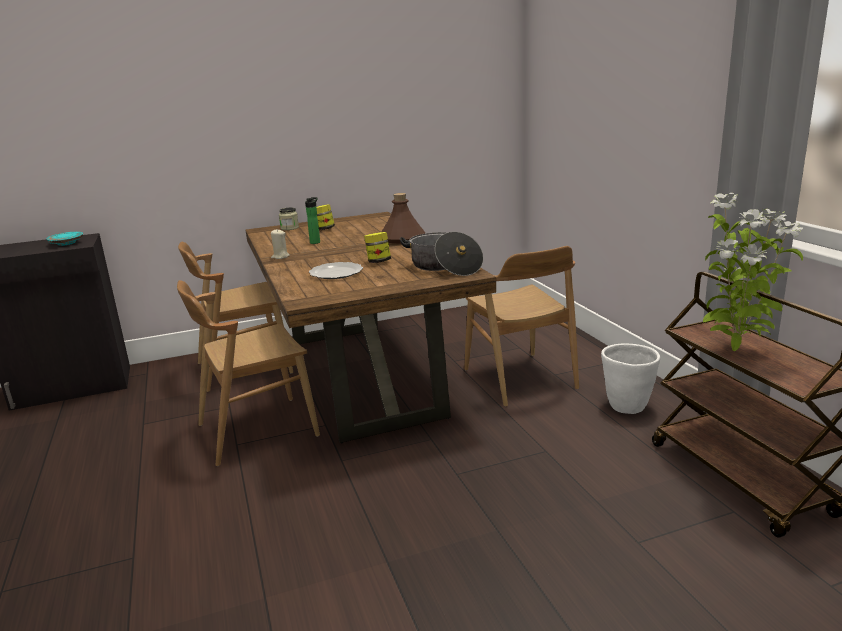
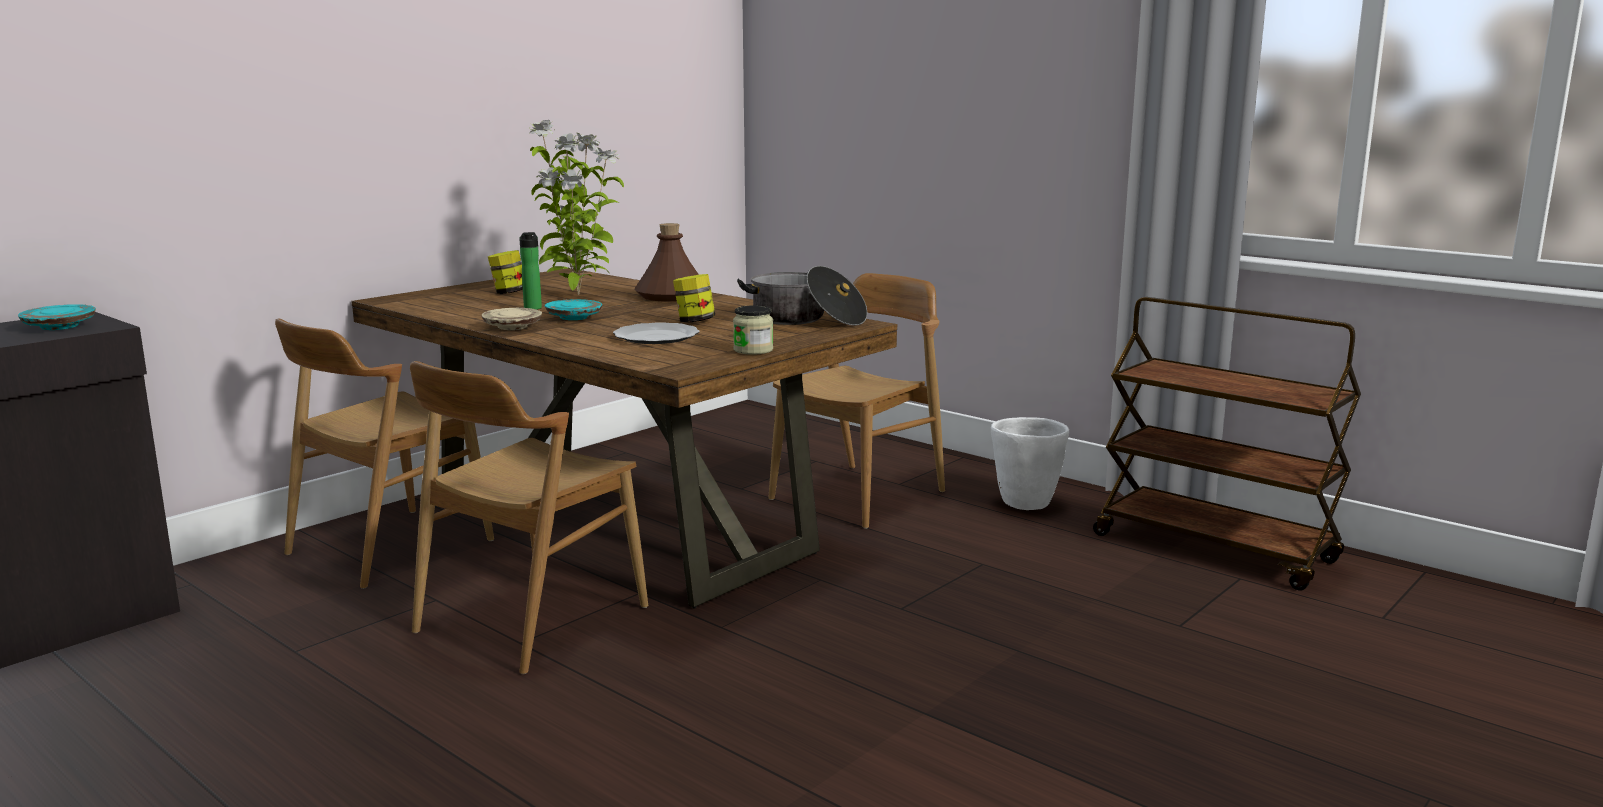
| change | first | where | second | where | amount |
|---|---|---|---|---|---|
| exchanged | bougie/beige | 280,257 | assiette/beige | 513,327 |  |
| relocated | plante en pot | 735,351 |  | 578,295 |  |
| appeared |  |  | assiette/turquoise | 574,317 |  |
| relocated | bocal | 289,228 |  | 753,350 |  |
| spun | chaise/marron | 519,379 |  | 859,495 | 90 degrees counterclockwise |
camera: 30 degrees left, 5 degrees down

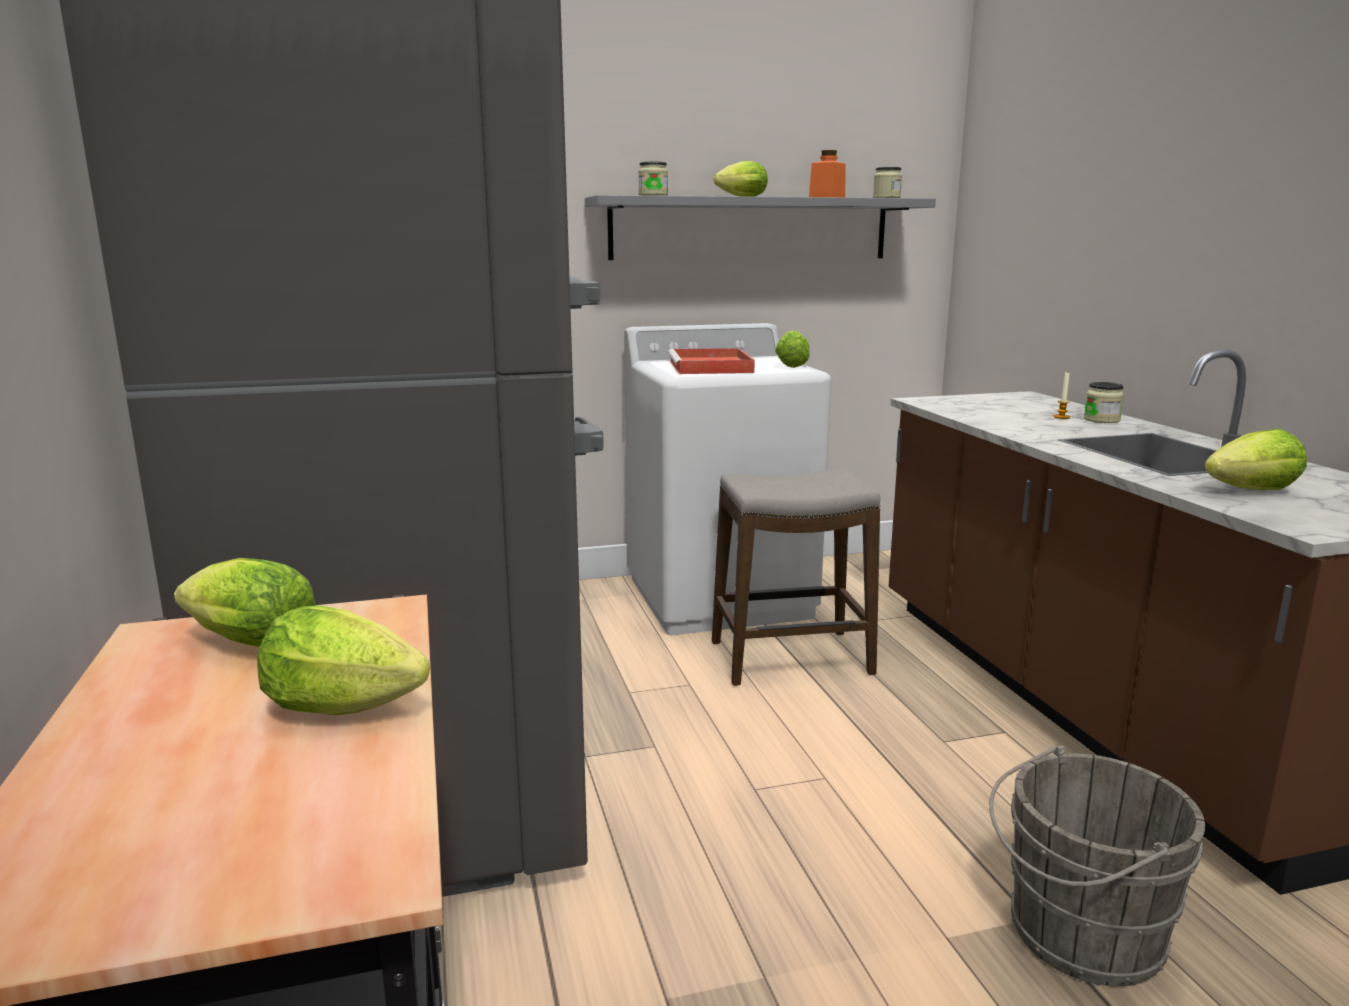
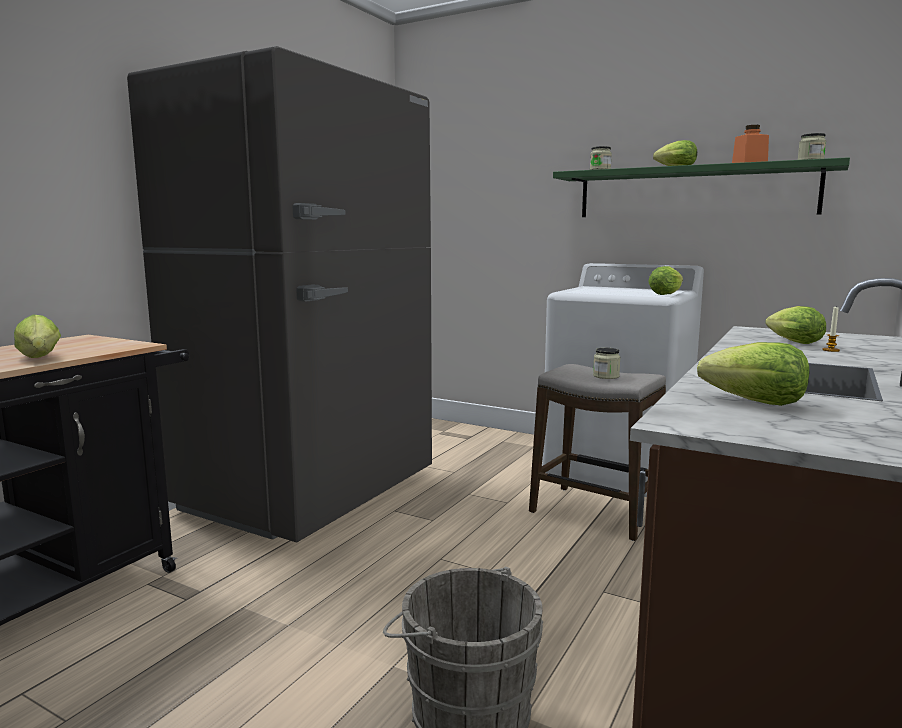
| change | first | where | second | where | amount |
|---|---|---|---|---|---|
| colour | étagère/gris | 751,229 | étagère/vert | 693,192 |  |
| relocated | bocal | 1101,420 |  | 606,376 |  |
| relocated | laitue | 245,643 |  | 791,342 |  |
| missing | plateau/rouge | 711,367 |  |  |  |
camera: 45 degrees right, 5 degrees down

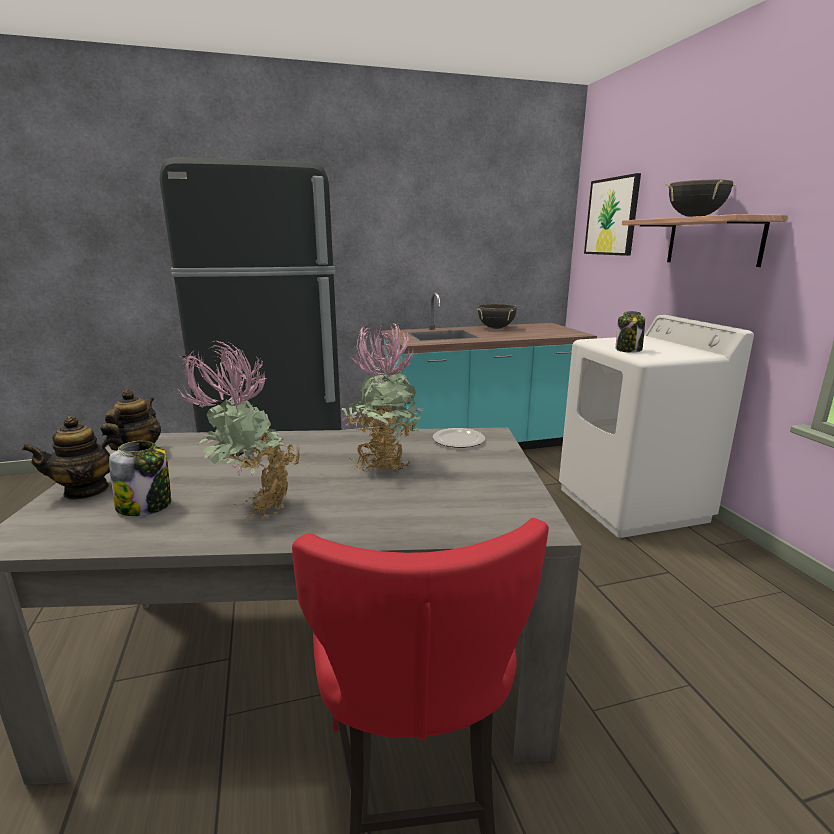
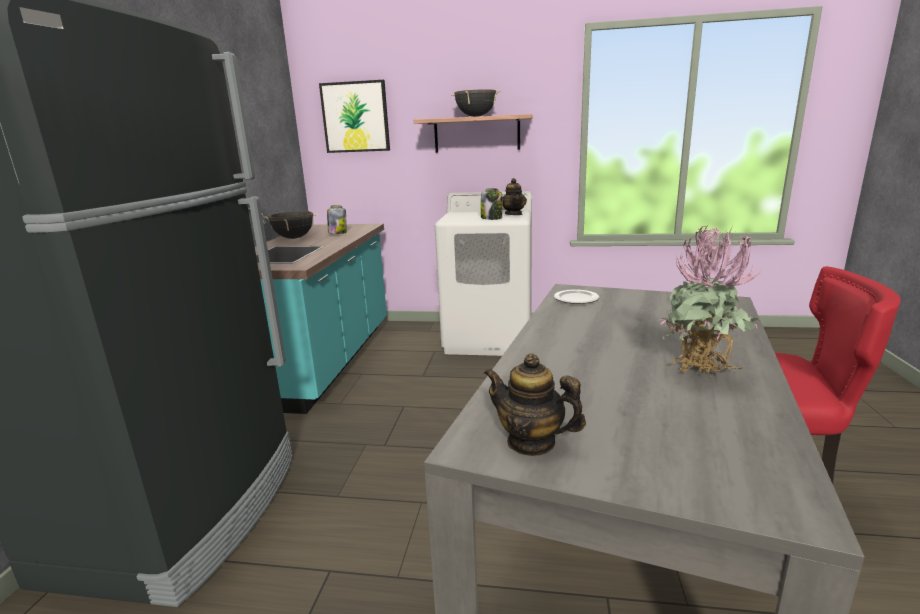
| change | first | where | second | where | amount |
|---|---|---|---|---|---|
| relocated | bocal | 146,506 |  | 337,233 |  |
| relocated | théière | 87,490 |  | 513,214 |  |
| missing | plante en pot | 383,463 |  |  |  |
camera: 65 degrees left, 0 degrees up

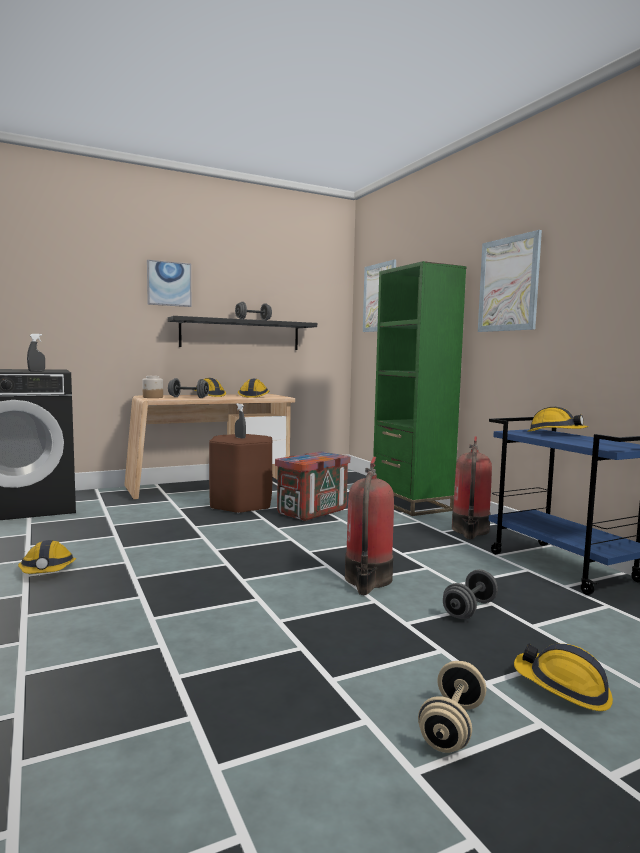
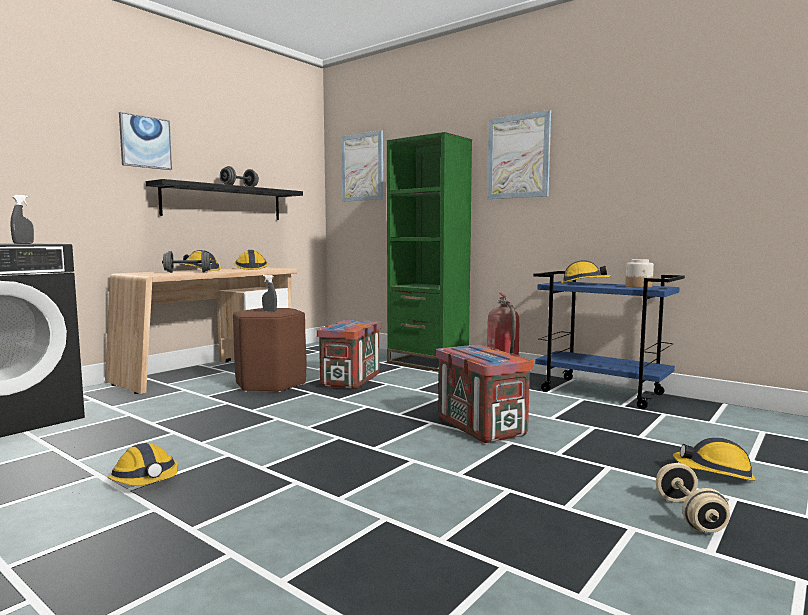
| change | first | where | second | where | amount |
|---|---|---|---|---|---|
| exchanged | extincteur | 368,580 | caisse | 481,427 |  |
| relocated | bocal | 153,397 |  | 639,286 |  |
| missing | haltère/gris | 469,609 |  |  |  |
camera: 25 degrees left, 0 degrees up

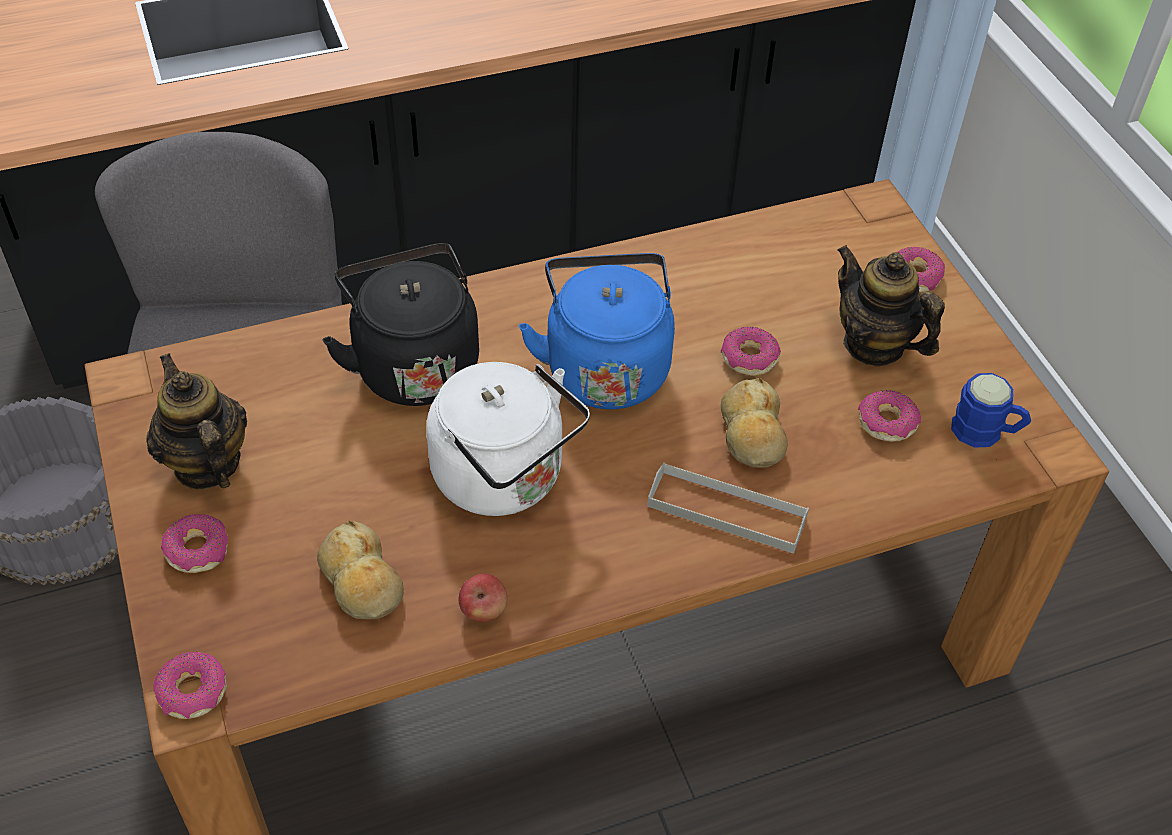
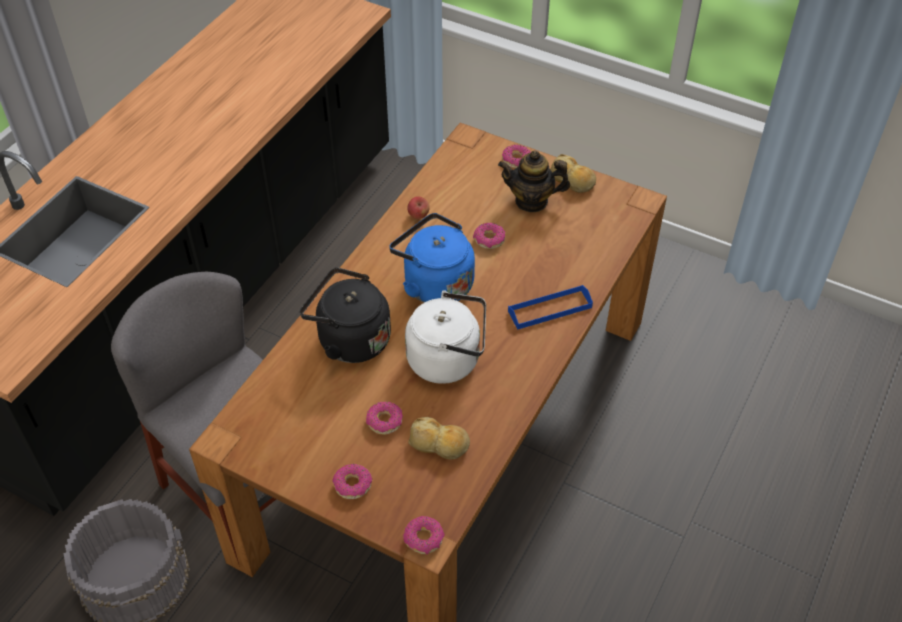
| change | first | where | second | where | amount |
|---|---|---|---|---|---|
| relocated | beignet | 887,422 |  | 384,421 |  |
| relocated | pomme | 483,610 |  | 418,215 |  |
| colour | plateau/gris | 726,511 | plateau/bleu | 550,309 |  |
| relocated | pain | 752,434 |  | 572,180 |  |
| missing | théière | 206,464 |  |  |  |
| missing | mug/bleu | 985,432 |  |  |  |
camera: 40 degrees left, 0 degrees up

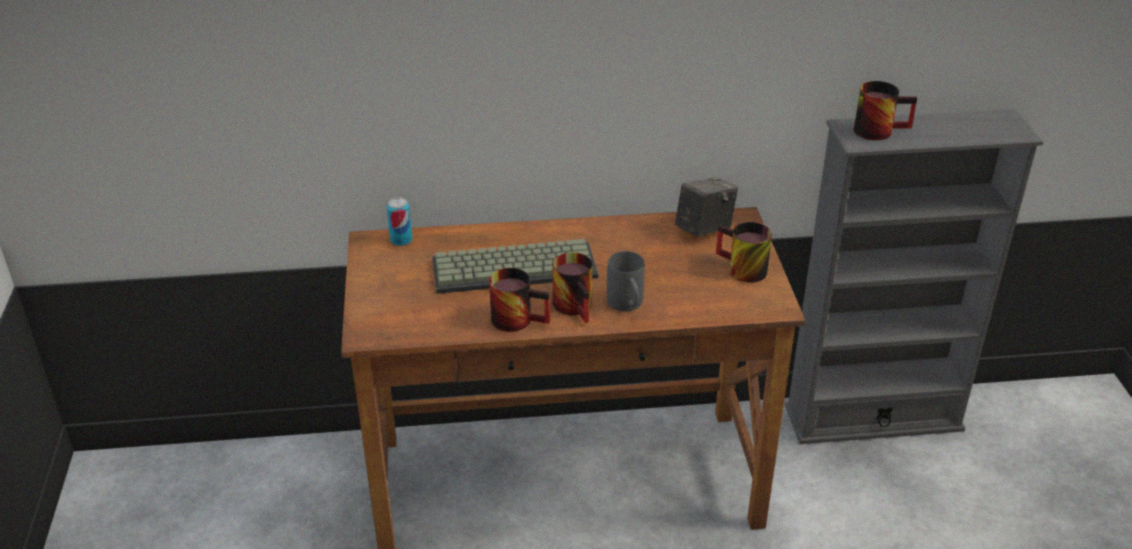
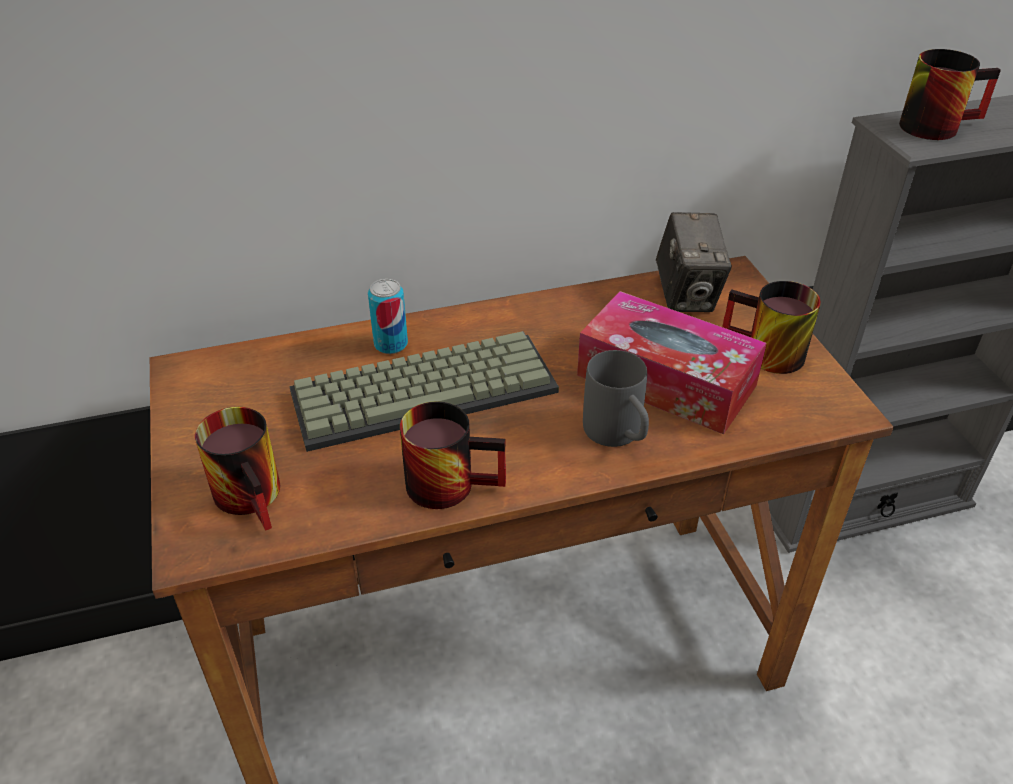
| change | first | where | second | where | amount |
|---|---|---|---|---|---|
| relocated | mug | 578,306 |  | 257,495 |  |
| relocated | boîte métallique | 401,240 |  | 391,344 |  |
| appeared |  |  | boîte à mouchoirs | 666,380 |  |
| spun | appareil photo | 704,229 |  | 687,296 | 135 degrees clockwise |
camera: 10 degrees left, 5 degrees up

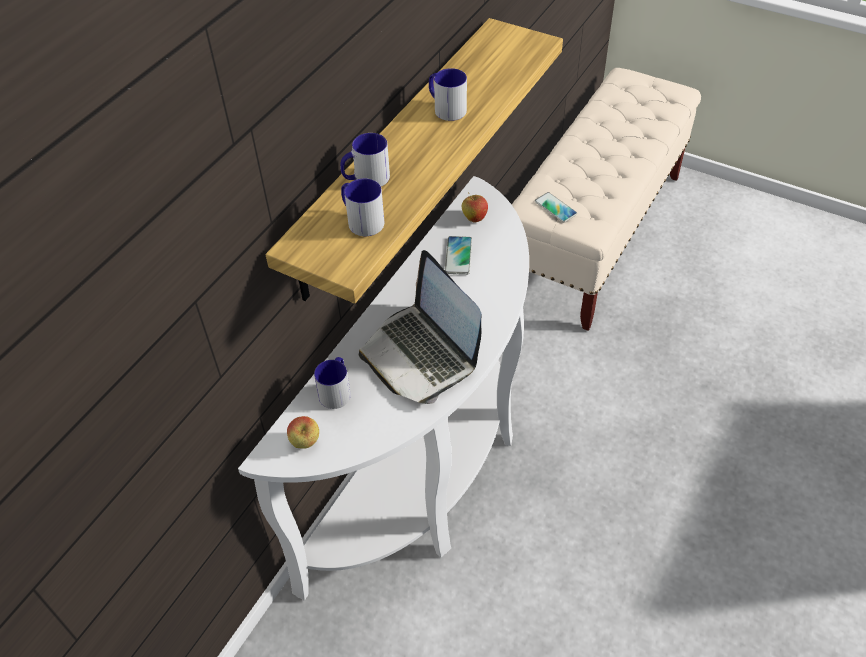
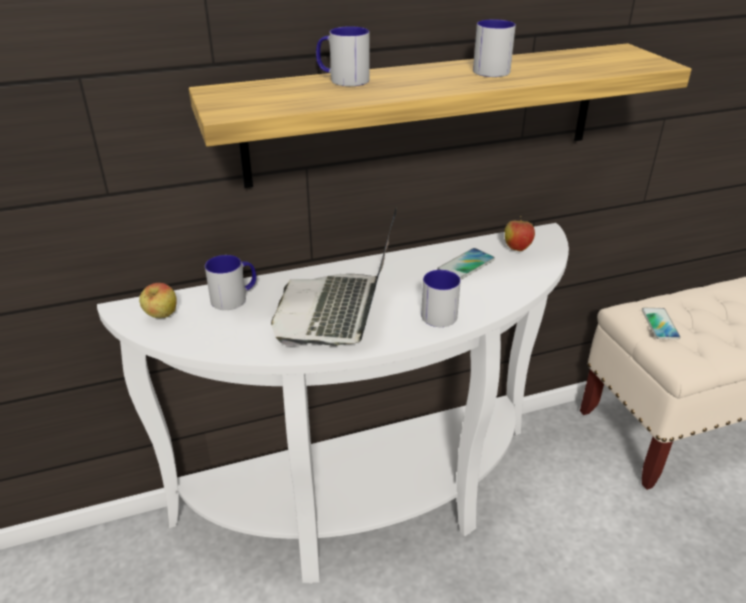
| change | first | where | second | where | amount |
|---|---|---|---|---|---|
| relocated | mug | 361,220 |  | 438,312 |  |
camera: 40 degrees right, 15 degrees down

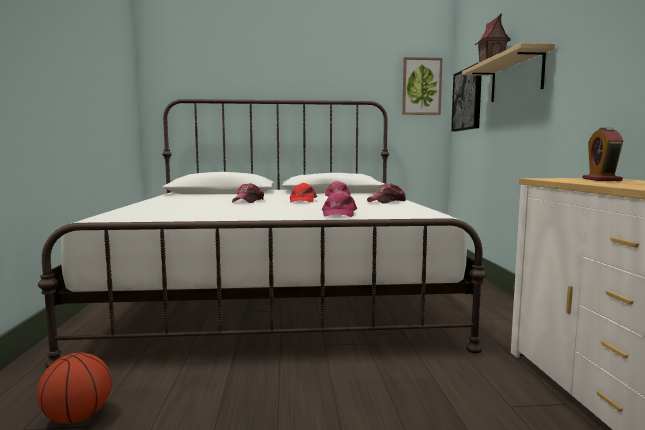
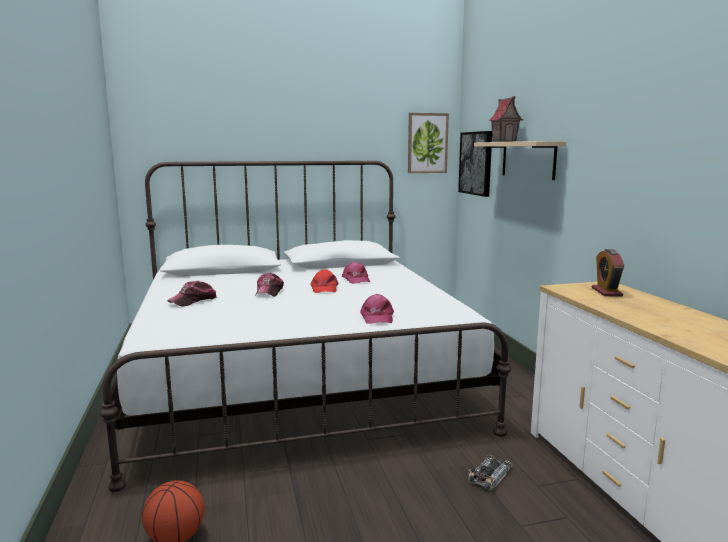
| change | first | where | second | where | amount |
|---|---|---|---|---|---|
| relocated | casquette | 387,201 |  | 193,301 |  |
| appeared |  |  | petite voiture | 491,475 |  |
camera: 10 degrees left, 5 degrees up

